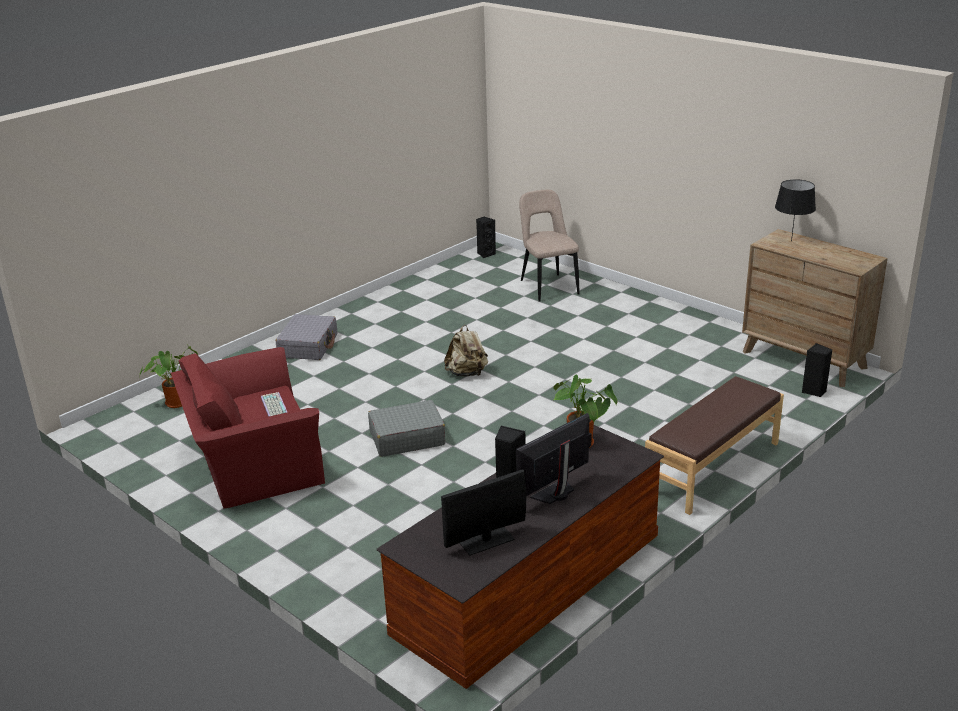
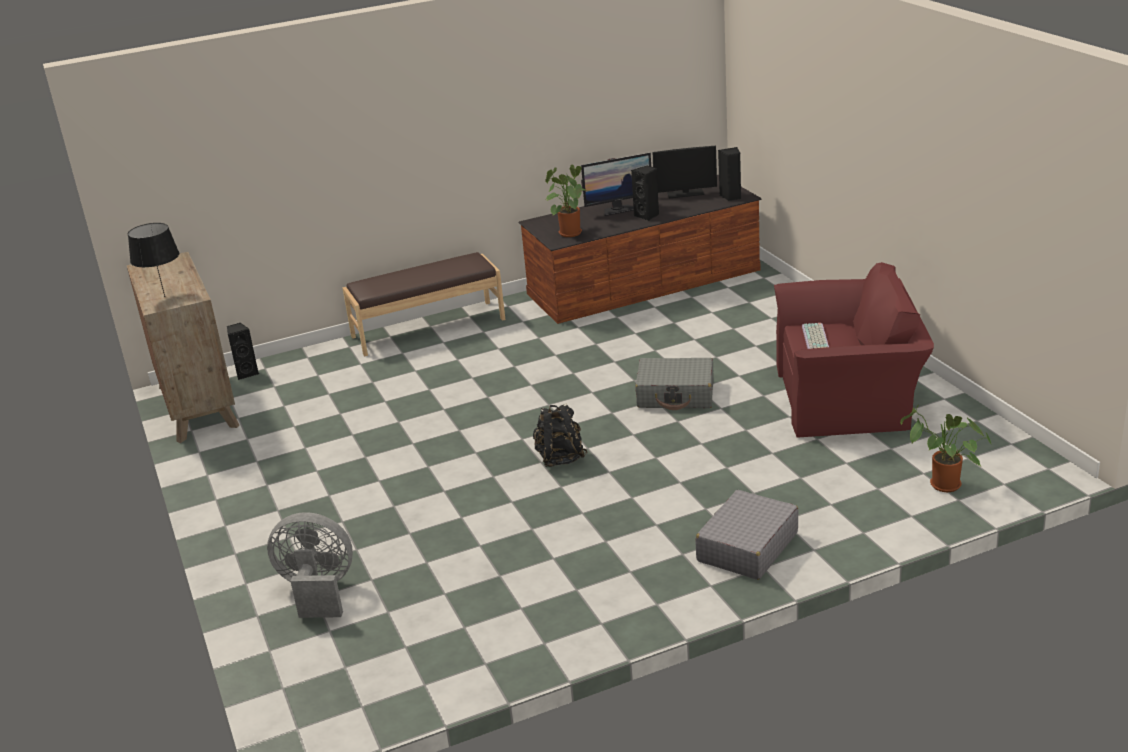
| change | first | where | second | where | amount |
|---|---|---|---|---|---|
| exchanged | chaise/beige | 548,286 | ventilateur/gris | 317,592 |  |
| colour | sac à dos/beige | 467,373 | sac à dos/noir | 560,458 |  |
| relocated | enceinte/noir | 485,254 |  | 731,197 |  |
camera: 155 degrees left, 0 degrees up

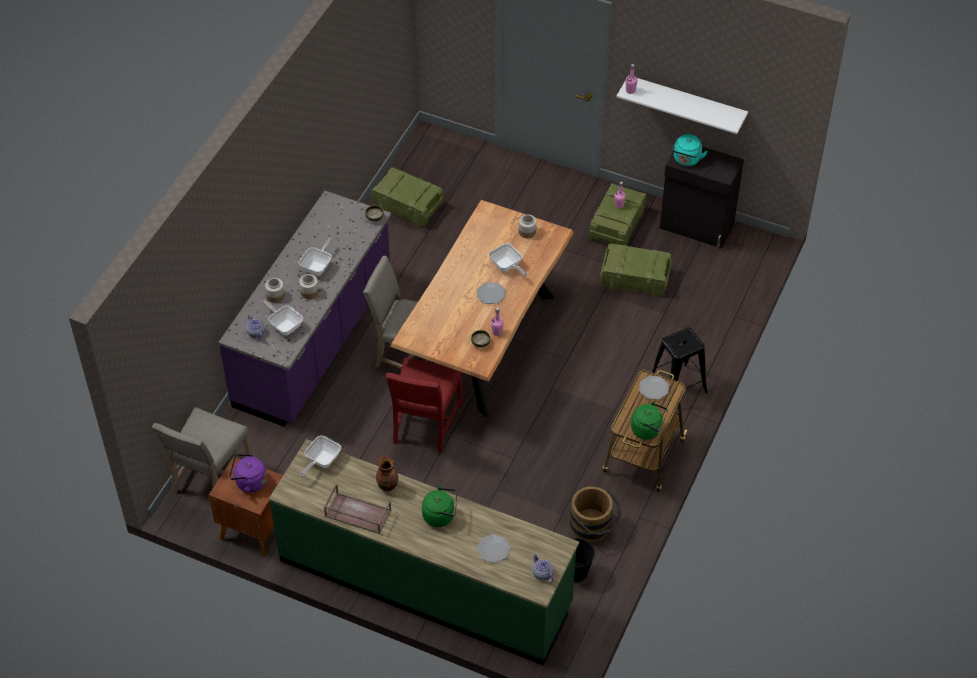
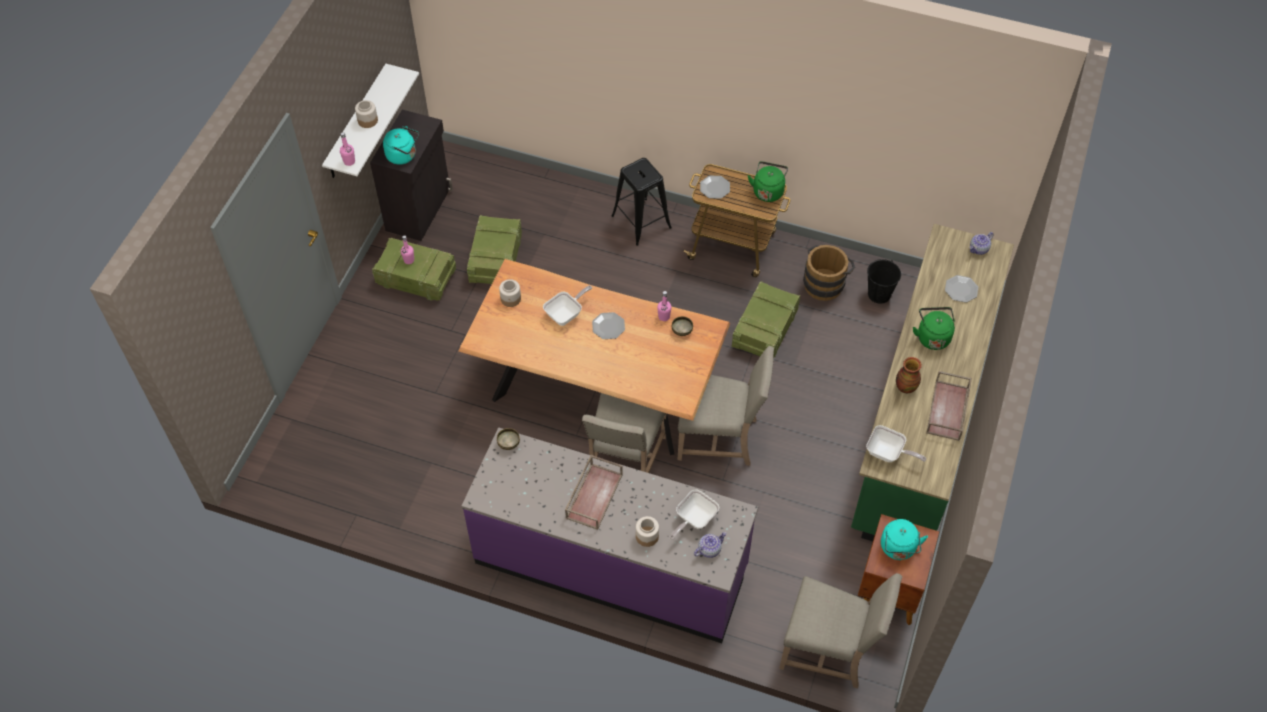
| change | first | where | second | where | amount |
|---|---|---|---|---|---|
| relocated | bocal | 309,292 |  | 368,120 |  |
| exchanged | poêle | 318,266 | plateau/marron | 593,495 |  |
| colour | chaise/rouge | 425,425 | chaise/beige | 720,437 |  |
| relocated | caisse | 407,205 |  | 764,331 |  |
| colour | bouilloire/violet | 249,482 | bouilloire/turquoise | 898,549 |  |
camera: 95 degrees left, 5 degrees up

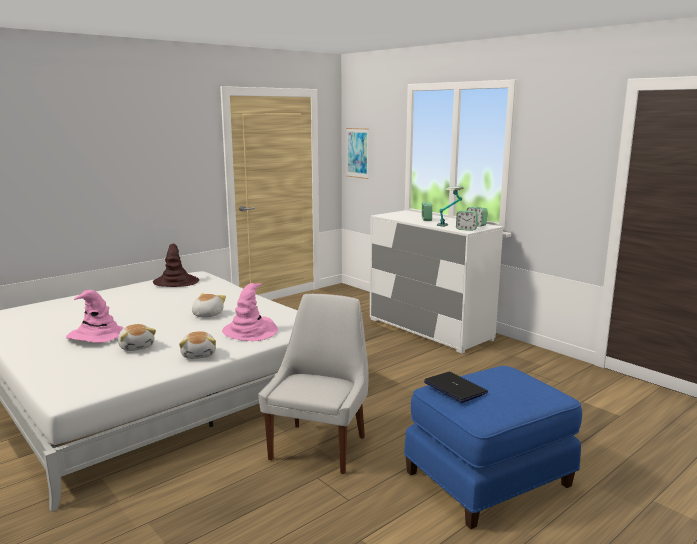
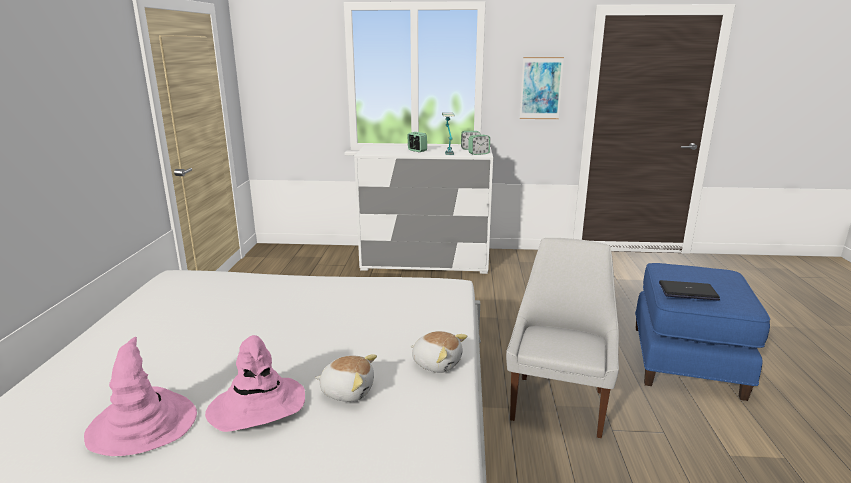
| change | first | where | second | where | amount |
|---|---|---|---|---|---|
| relocated | chapeau/rose | 250,331 |  | 143,424 |  |
| spun | chaise/blanc | 320,446 |  | 558,403 | 45 degrees clockwise |
| relocated | tableau | 357,153 |  | 541,88 |  |
| missing | chapeau/marron | 176,282 |  |  |  |
| missing | peluche | 207,315 |  |  |  |
camera: 45 degrees left, 5 degrees up

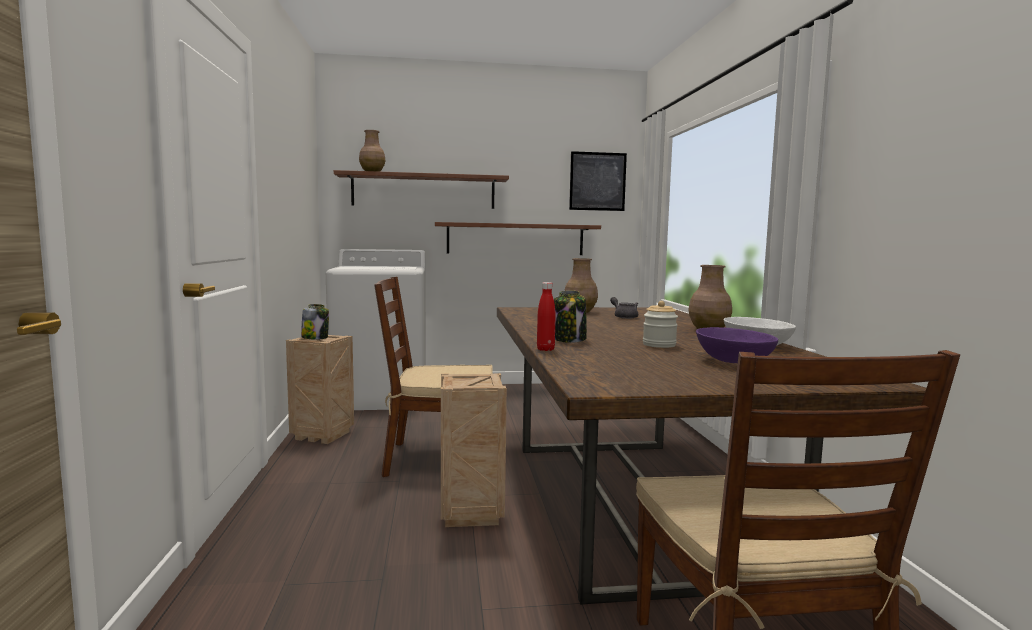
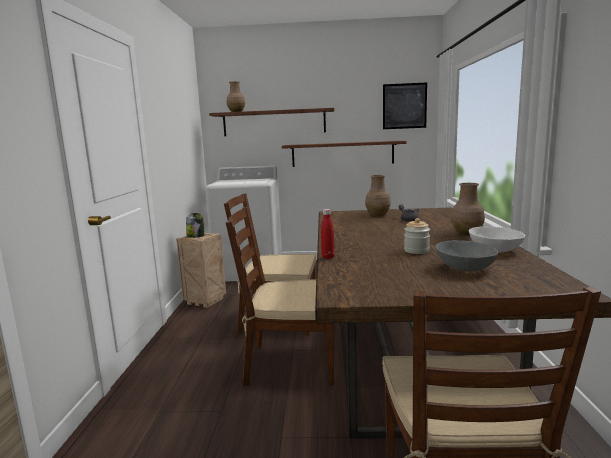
| change | first | where | second | where | amount |
|---|---|---|---|---|---|
| exchanged | caisse | 470,513 | chaise/marron | 290,363 |  |
| colour | bol/violet | 732,361 | bol/gris | 464,268 |  |
| missing | bocal | 570,339 |  |  |  |
camera: 10 degrees right, 5 degrees up

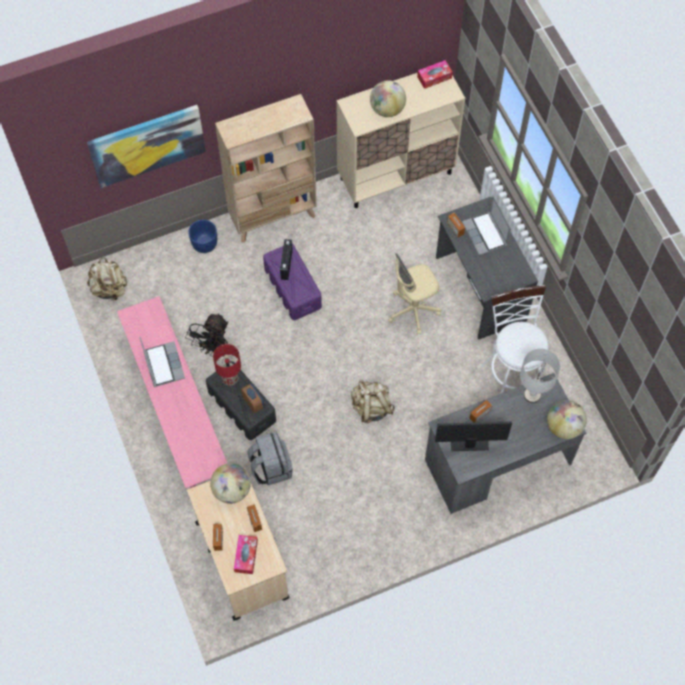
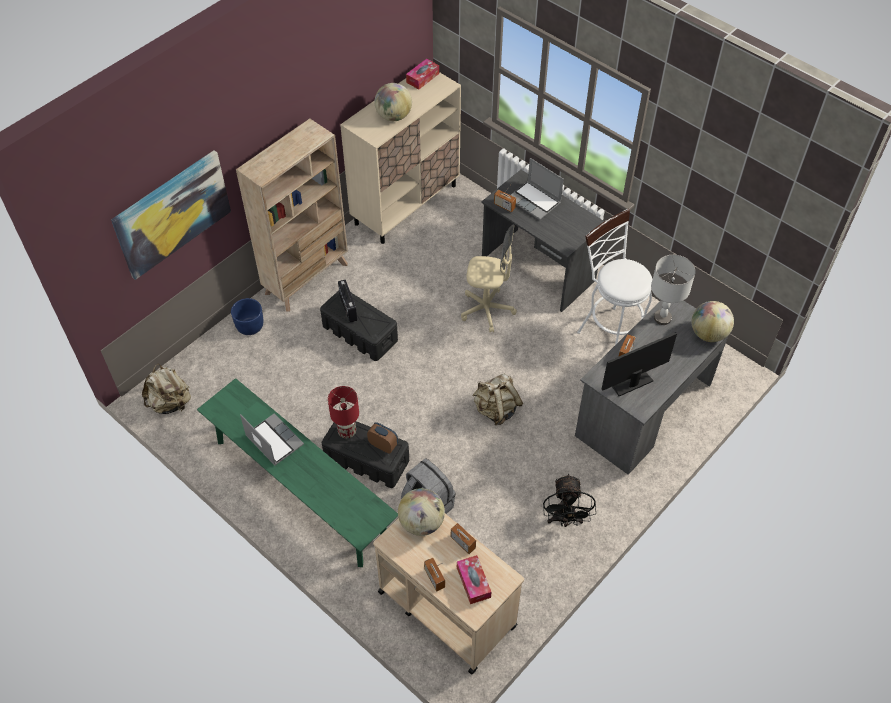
| change | first | where | second | where | amount |
|---|---|---|---|---|---|
| colour | banc/rose | 177,409 | banc/vert | 300,489 |  |
| colour | boîte de rangement/violet | 293,288 | boîte de rangement/noir | 360,333 |  |
| spun | chaise de bureau/beige | 413,311 |  | 487,310 | 120 degrees counterclockwise |
| relocated | ventilateur/noir | 214,349 |  | 565,519 |  |
camera: 25 degrees left, 10 degrees down

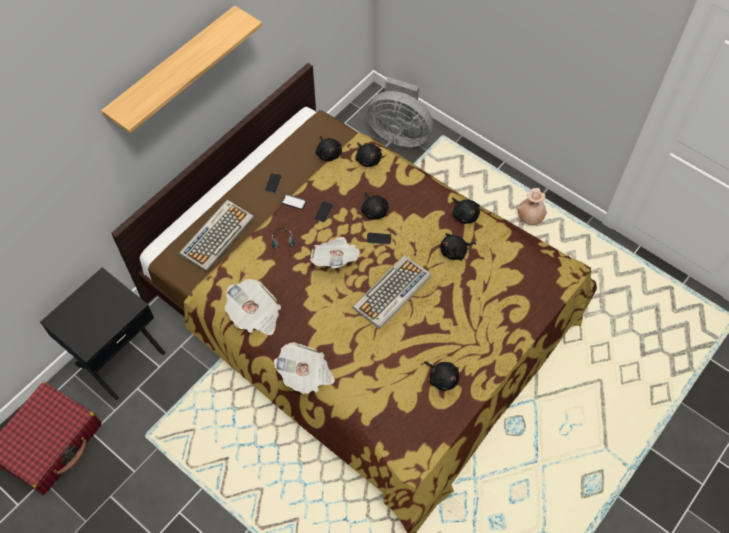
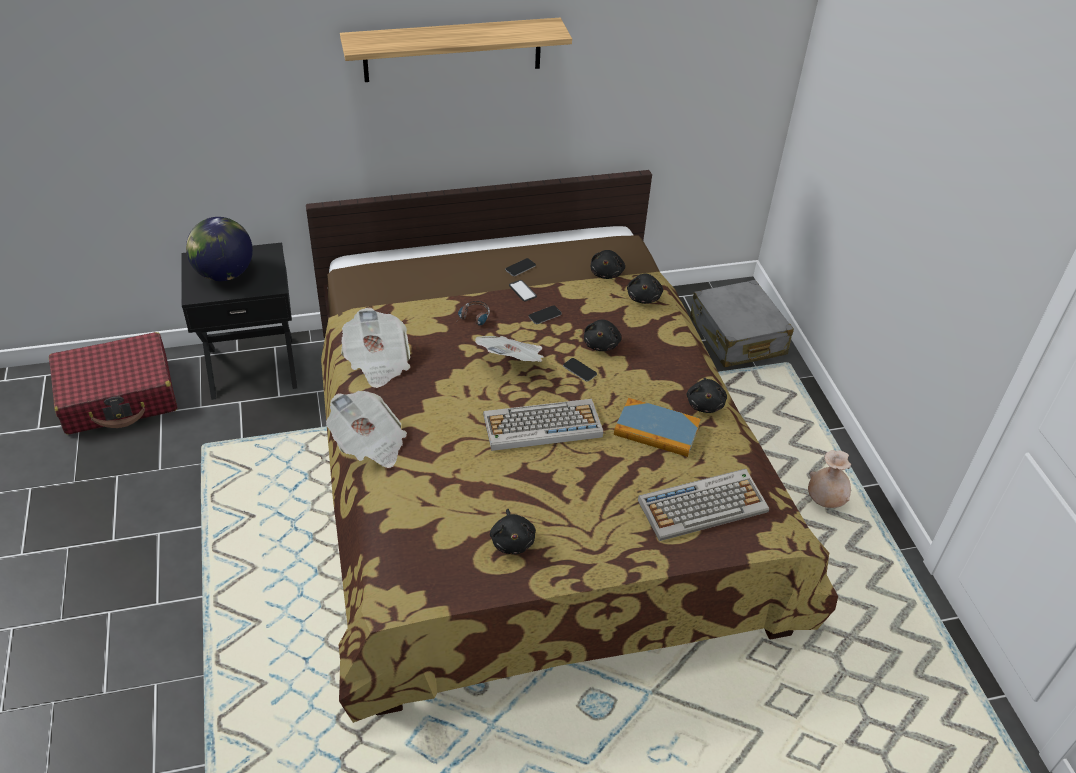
| change | first | where | second | where | amount |
|---|---|---|---|---|---|
| appeared |  |  | globe | 224,274 |  |
| exchanged | peluche/noir | 455,251 | livre | 656,430 |  |
| relocated | clavier | 217,235 |  | 703,505 |  |
| exchanged | ventilateur/gris | 399,134 | valise/gris | 737,336 |  |
camera: 35 degrees right, 15 degrees down

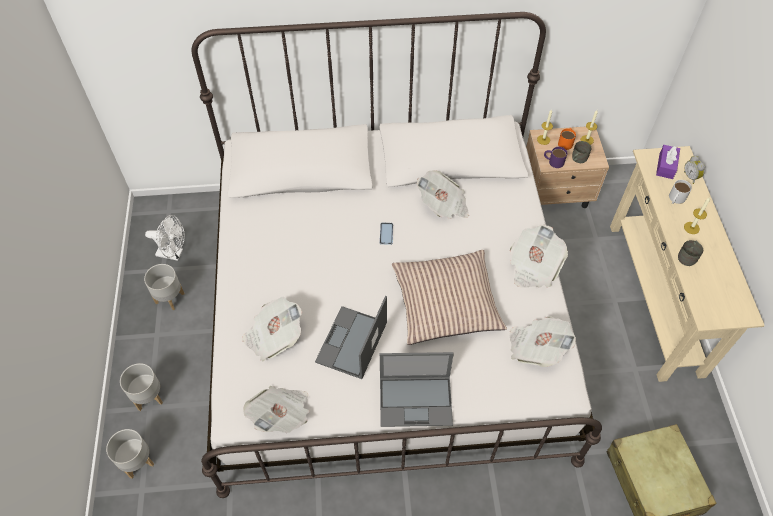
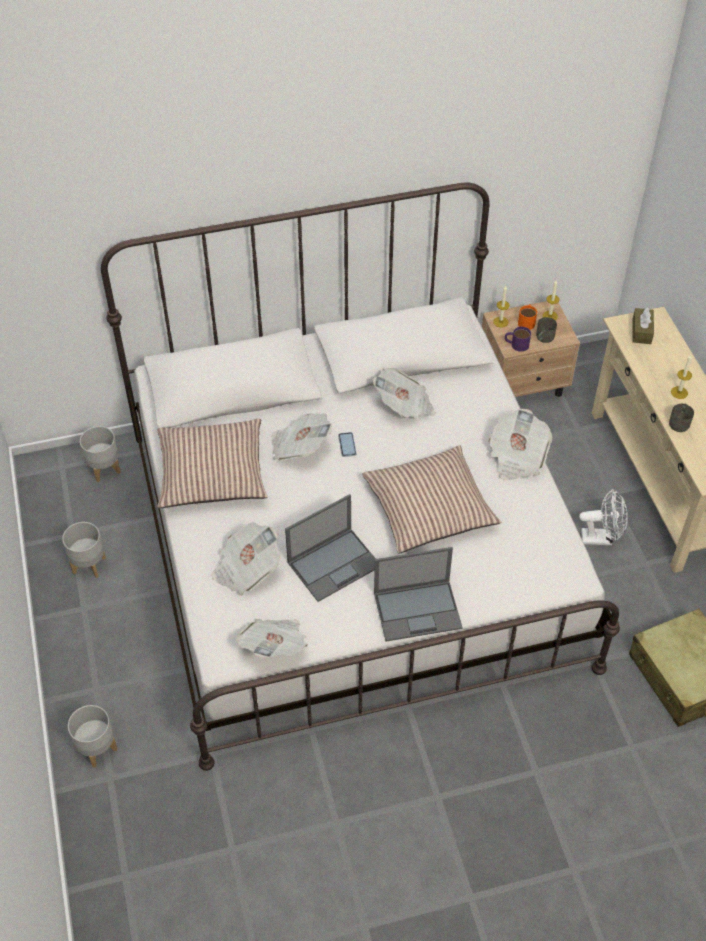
| change | first | where | second | where | amount |
|---|---|---|---|---|---|
| relocated | cache-pot/gris | 149,397 |  | 104,469 |  |
| appeared |  |  | coussin | 212,472 |  |
| relocated | journal | 536,348 |  | 299,447 |  |
| spun | ordinateur portable | 351,343 |  | 334,563 | 135 degrees counterclockwise |
| relocated | ventilateur/blanc | 173,253 |  | 601,538 |  |
| colour | boîte à mouchoirs/violet | 666,166 | boîte à mouchoirs/marron | 641,331 |  |
| missing | mug/blanc | 675,199 |  |  |  |
| missing | réveil | 691,177 |  |  |  |
camera: 10 degrees left, 5 degrees down

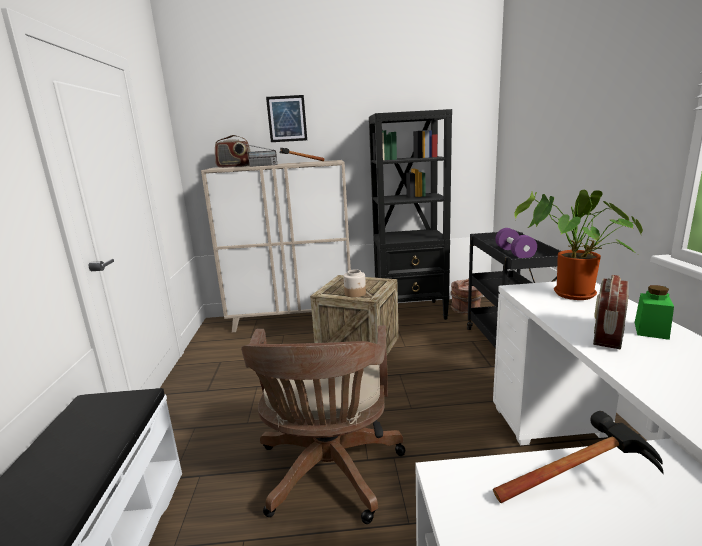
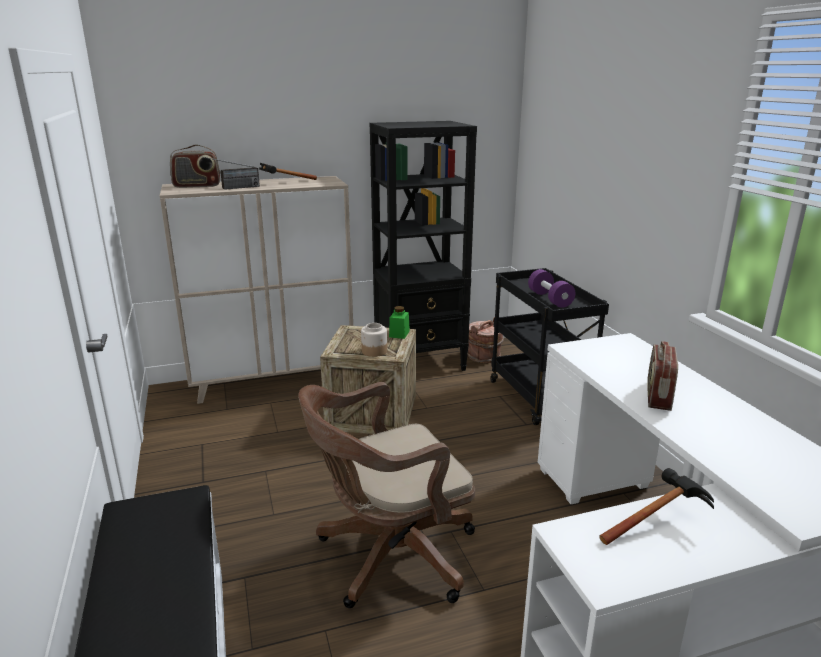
| change | first | where | second | where | amount |
|---|---|---|---|---|---|
| spun | chaise de bureau/marron | 329,474 |  | 389,556 | 75 degrees clockwise |
| relocated | bocal/vert | 651,330 |  | 399,334 |  |
| missing | tableau | 287,119 |  |  |  |
| missing | plante en pot | 570,295 |  |  |  |
camera: 15 degrees left, 5 degrees up

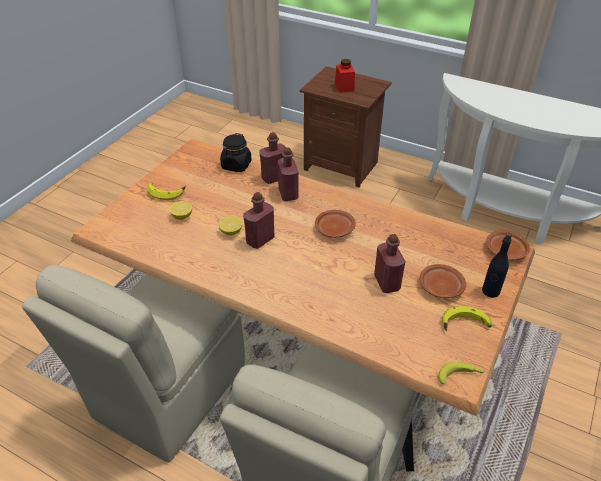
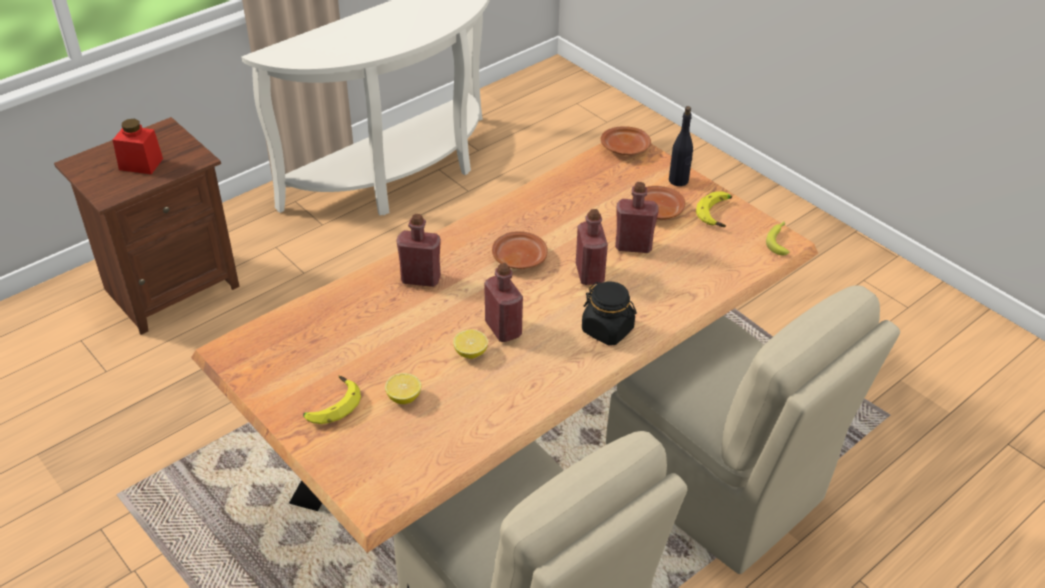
| change | first | where | second | where | amount |
|---|---|---|---|---|---|
| relocated | bouteille/rouge | 274,178 |  | 589,274 |  |
| relocated | bocal/noir | 236,165 |  | 607,330 |  |
camera: 70 degrees left, 0 degrees up

